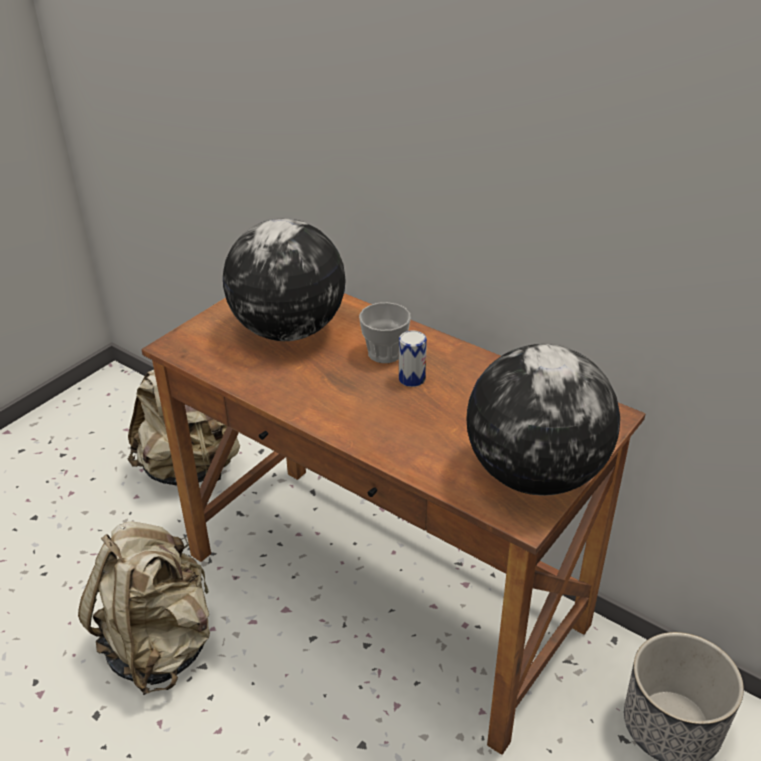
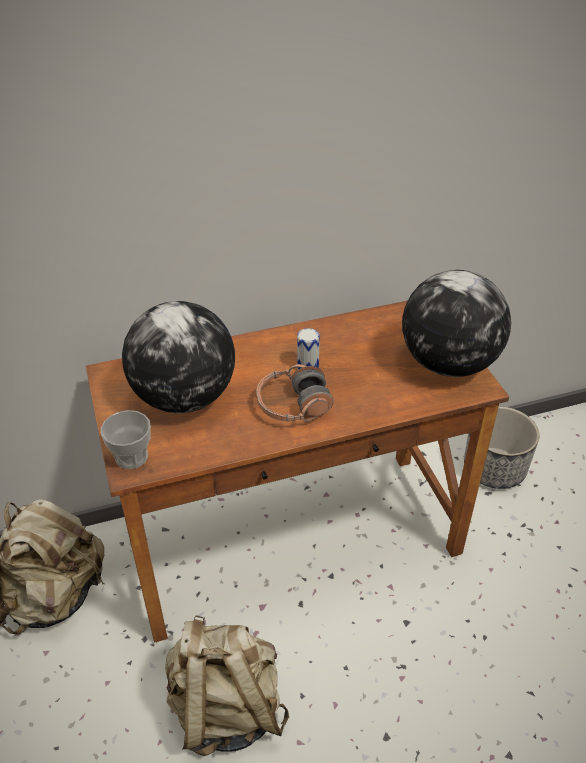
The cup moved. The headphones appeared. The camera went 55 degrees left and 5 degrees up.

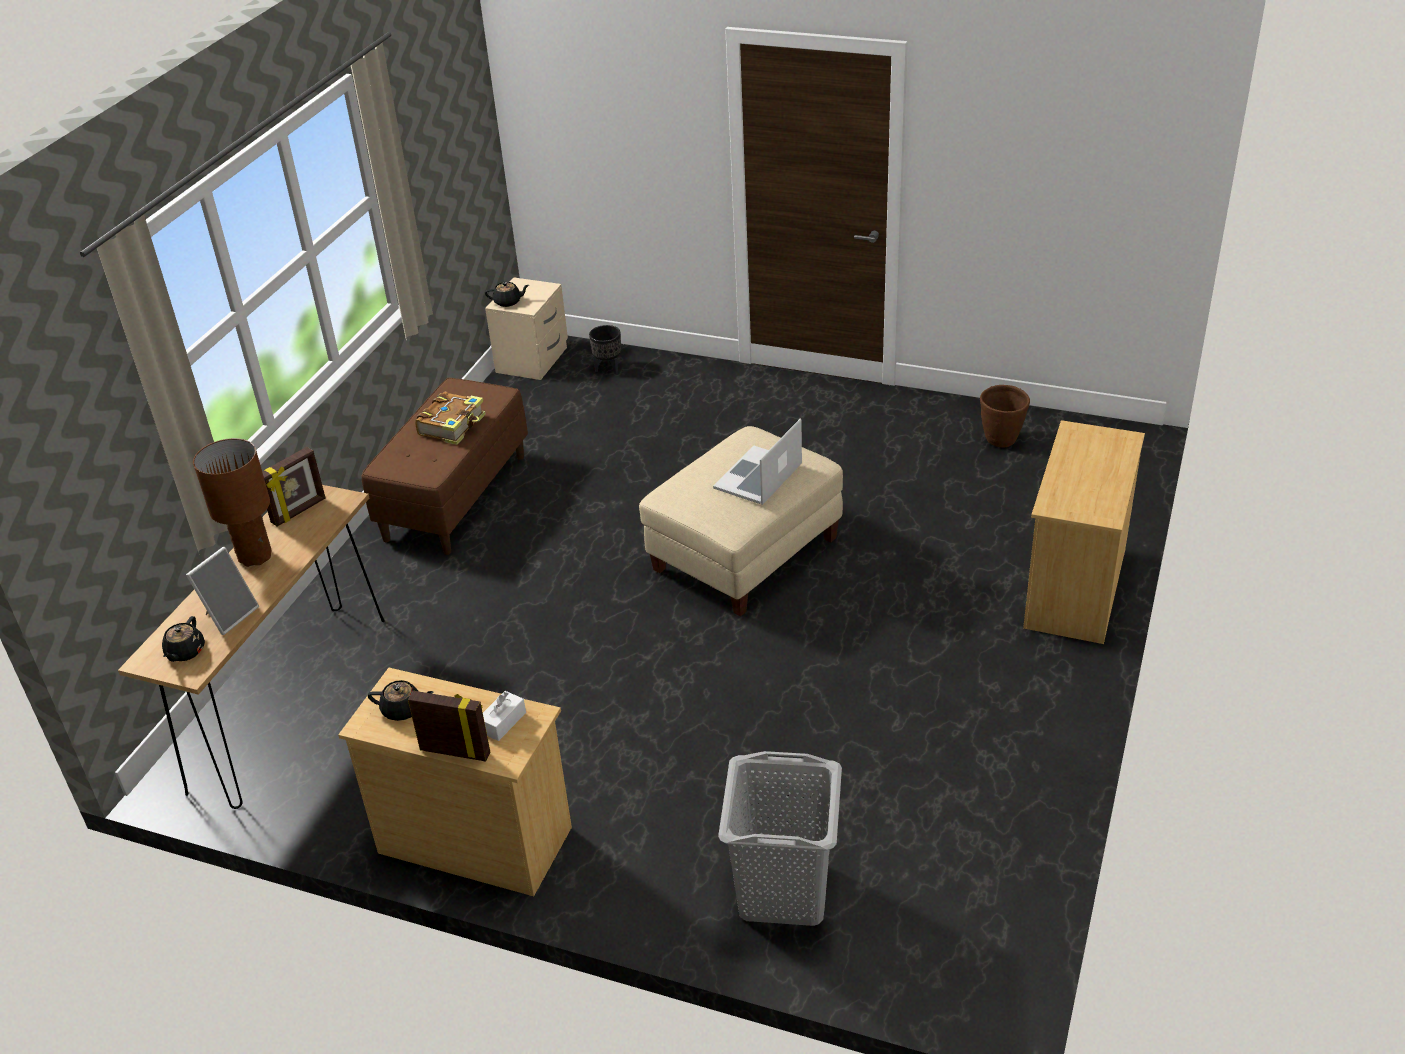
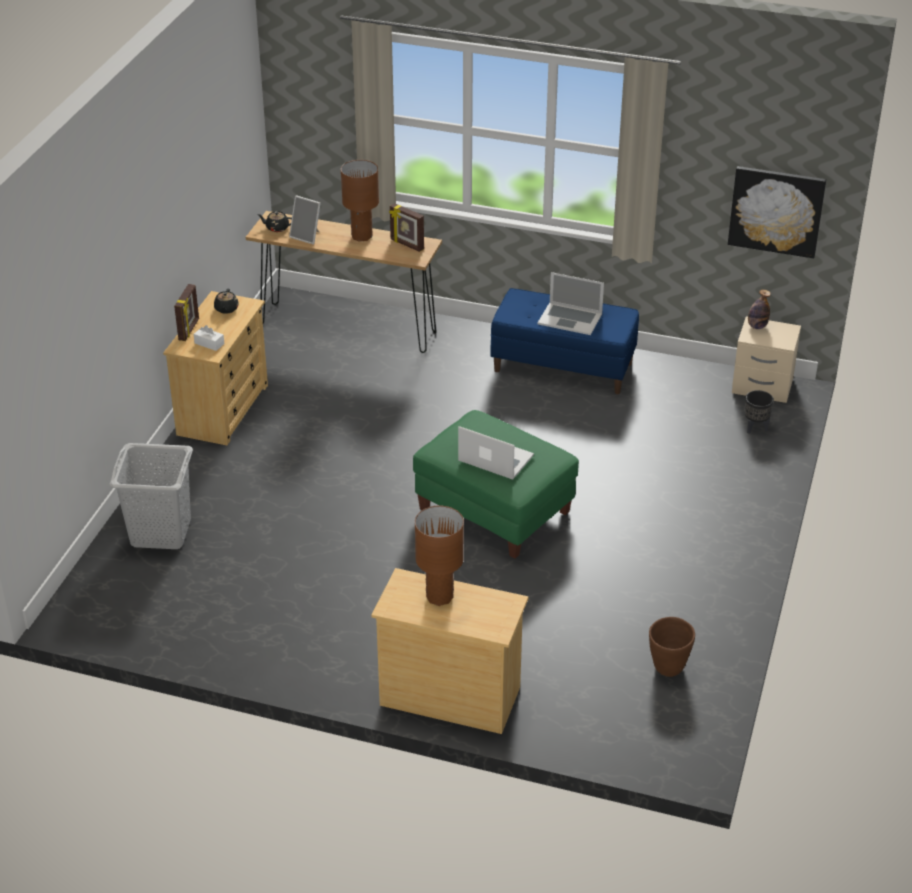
The black teapot (3rd from left) was replaced by the bottle. The brown bench became the blue bench. The book was replaced by the laptop (2nd from left). The beige ottoman became the green ottoman. The picture appeared. The brown table lamp (2nd from left) appeared. The camera went 85 degrees right and 0 degrees up.

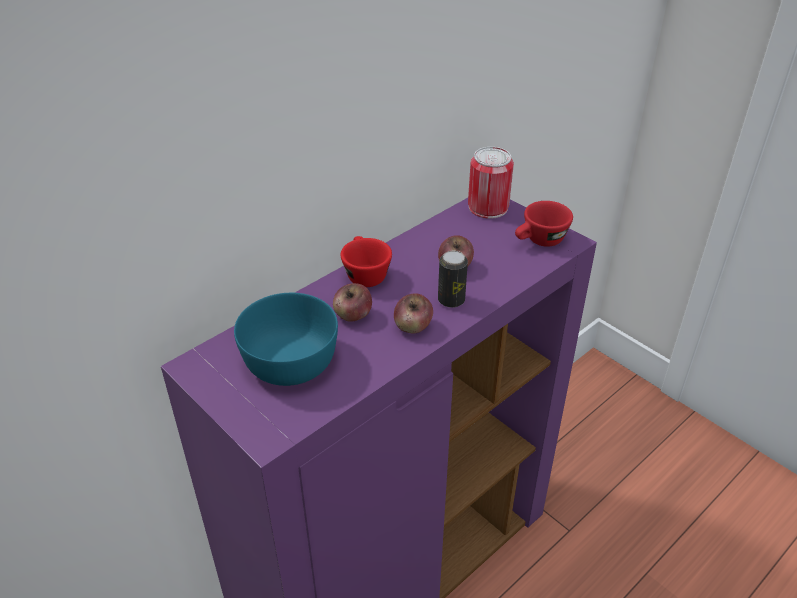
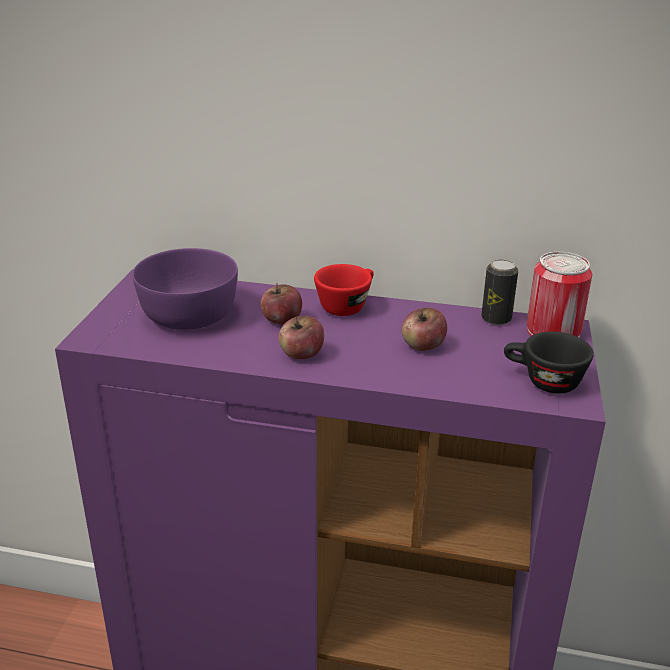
The red cup (2nd from left) became the black cup. The can (1st from left) moved. The turquoise bowl became the purple bowl. The camera went 55 degrees right and 10 degrees down.

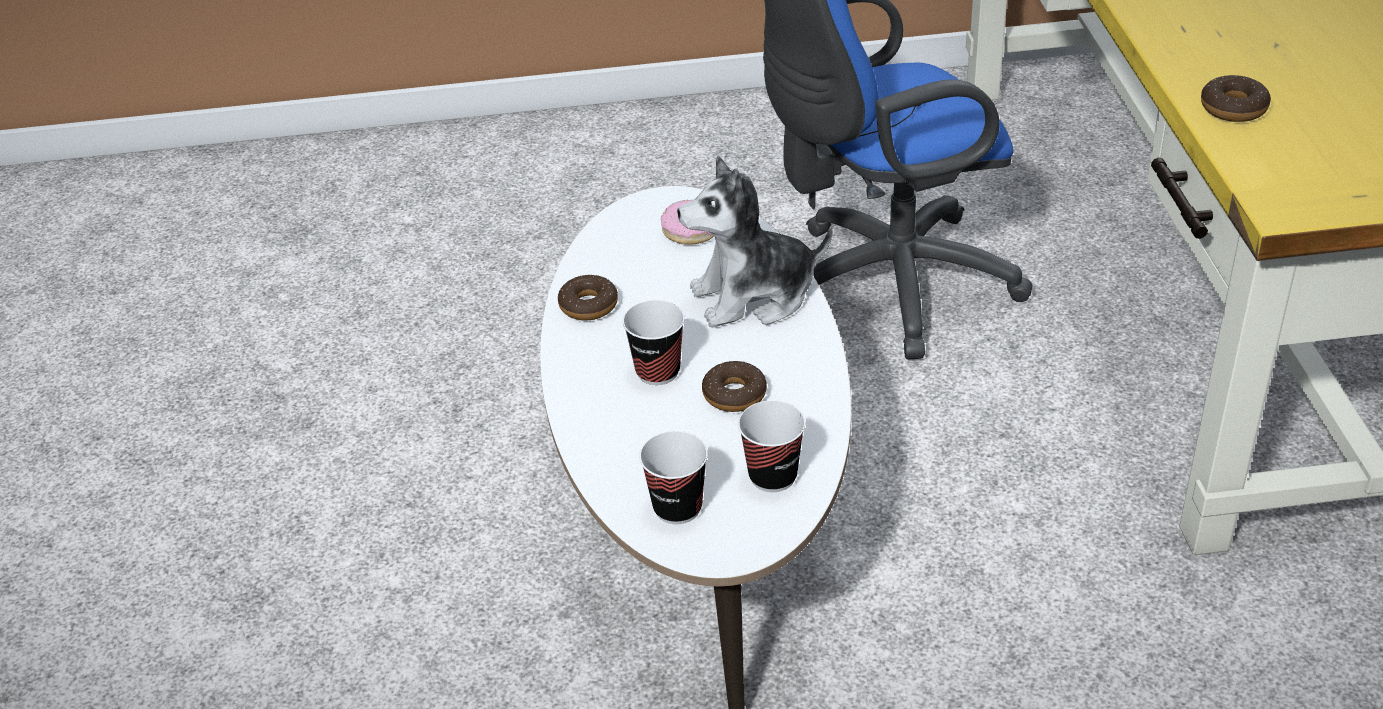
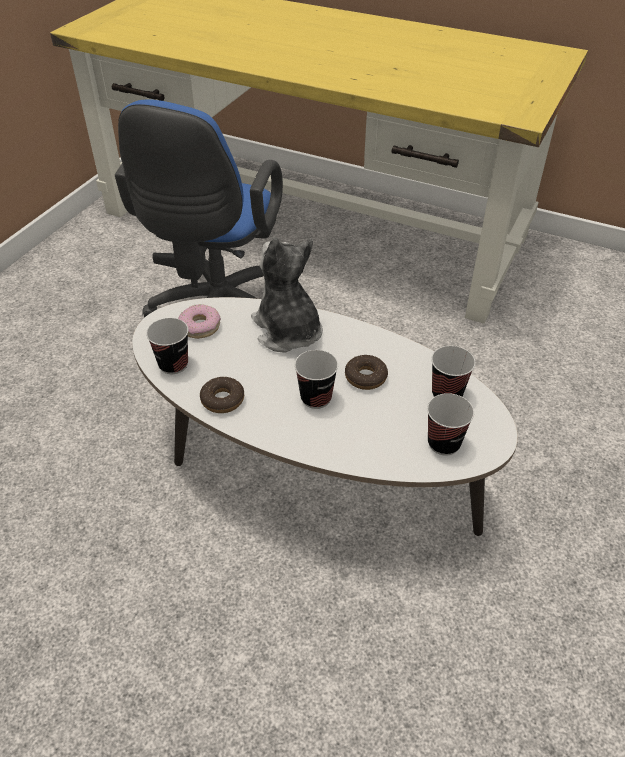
The donut (4th from left) disappeared. The plush toy turned 135 degrees clockwise. The cup (1st from left) appeared. The camera went 60 degrees left and 5 degrees up.

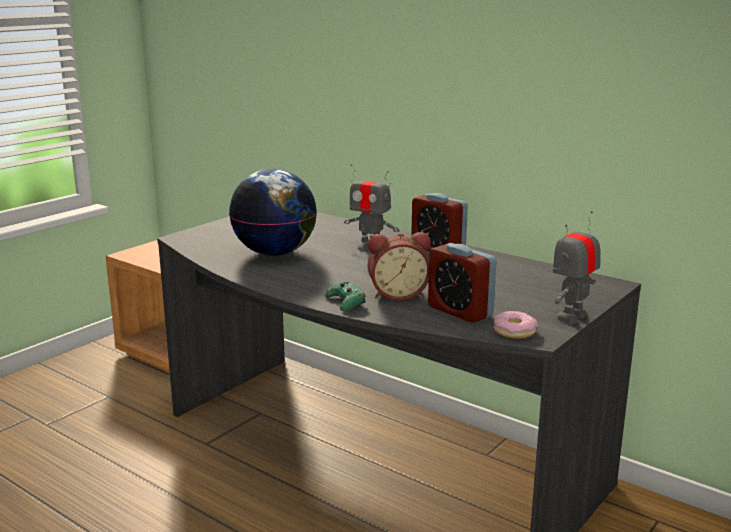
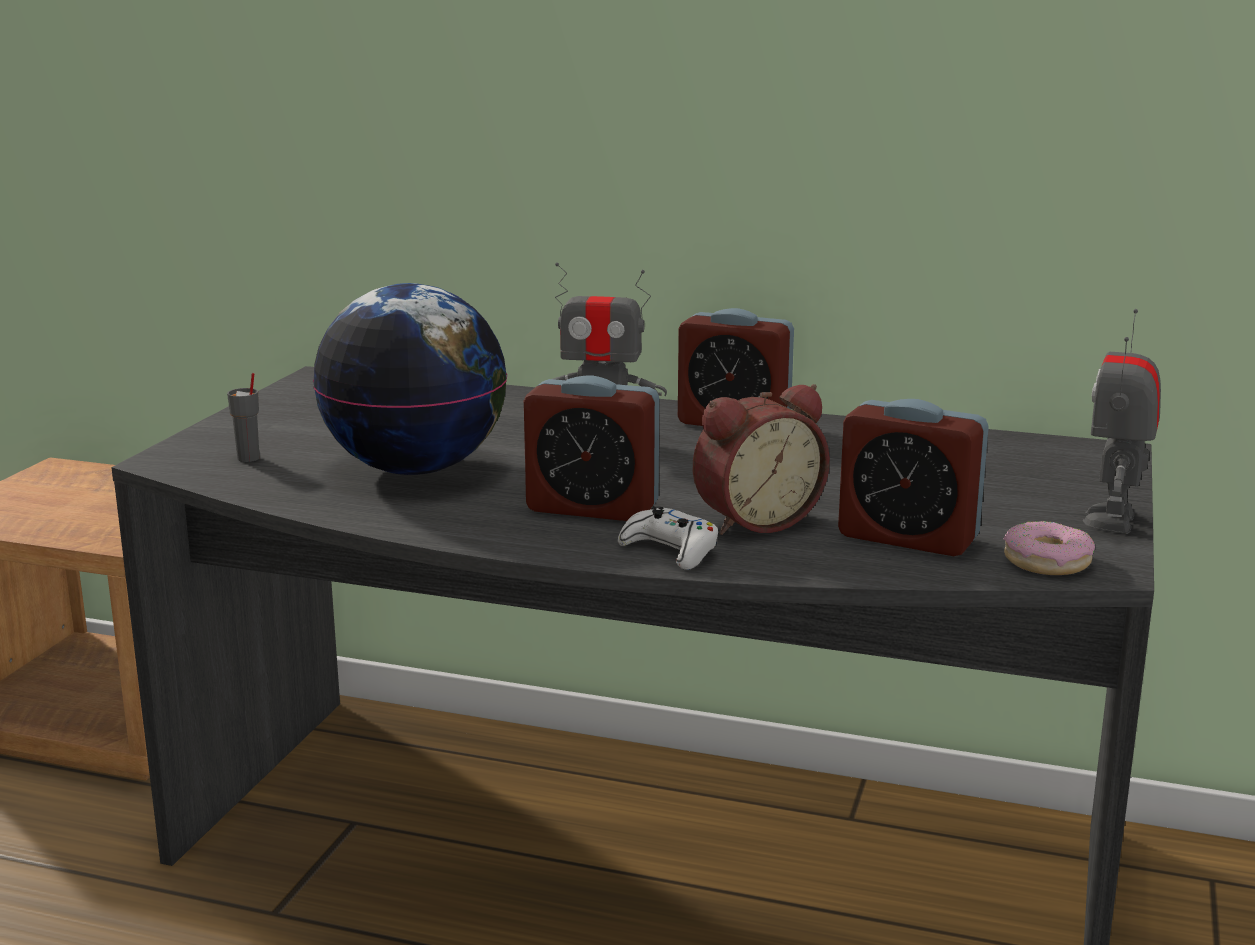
The green game controller became the white game controller. The grey cup appeared. The alarm clock (1st from left) appeared. The camera went 20 degrees left and 0 degrees up.

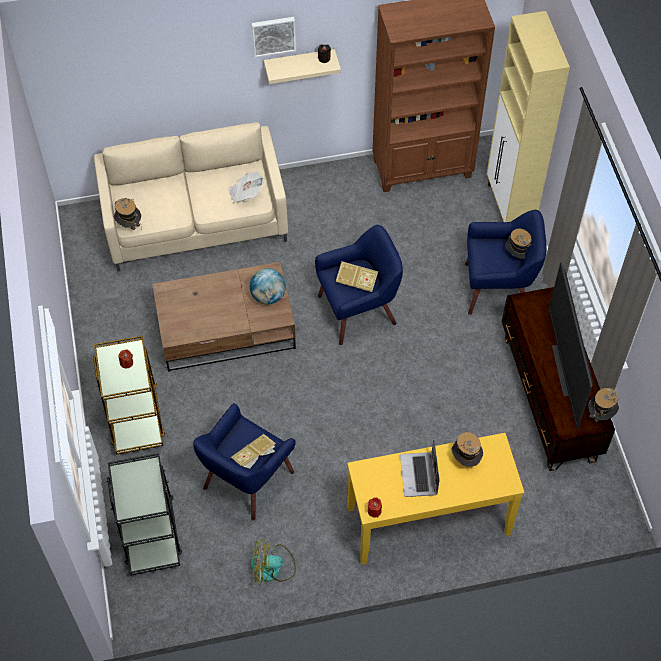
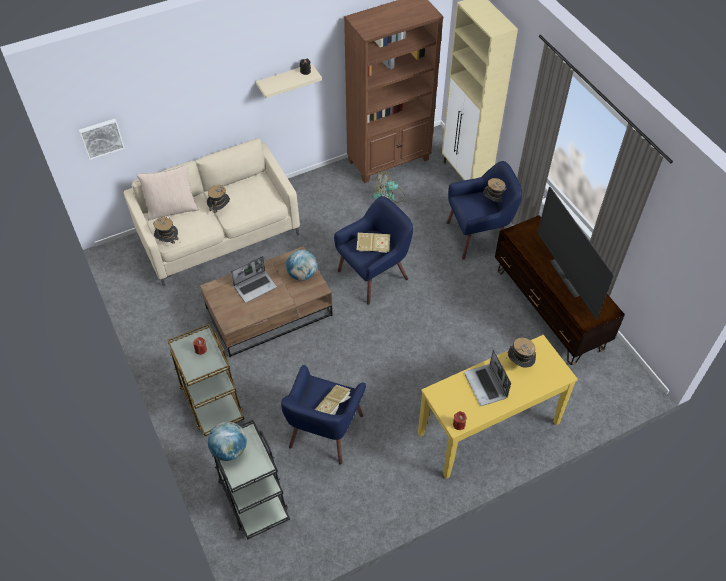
The picture moved. The newspaper disappeared. The hat (4th from left in the first image) moved. The fan moved. The beige pillow appeared. The laptop (1st from left) appeared. The globe (1st from left) appeared. The camera went 15 degrees left and 5 degrees down.

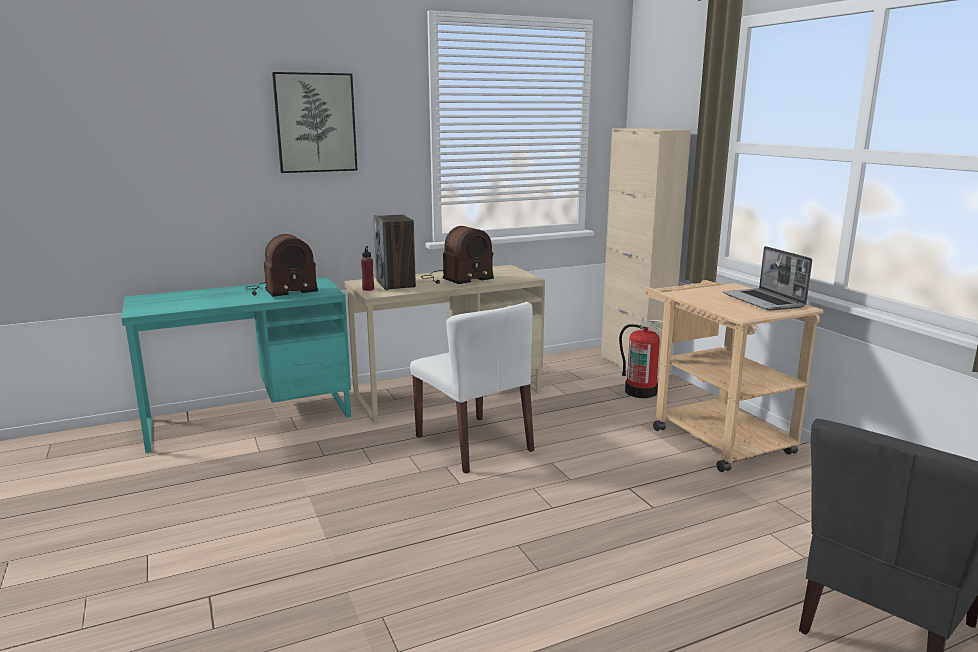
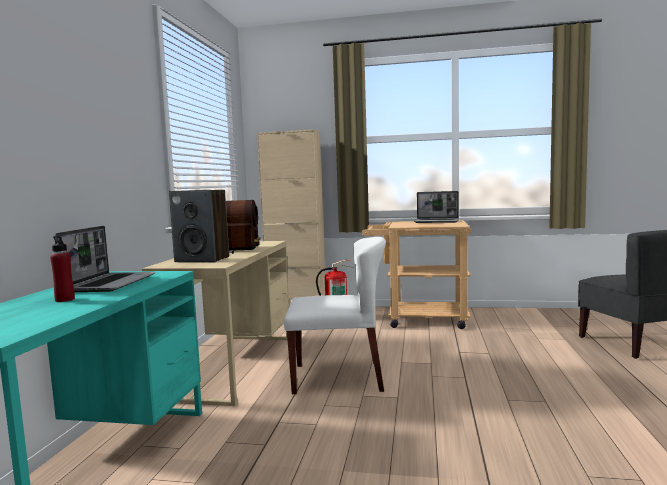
The picture disappeared. The radio (1st from left) was replaced by the laptop (1st from left). The red bottle moved. The camera went 55 degrees left and 10 degrees down.

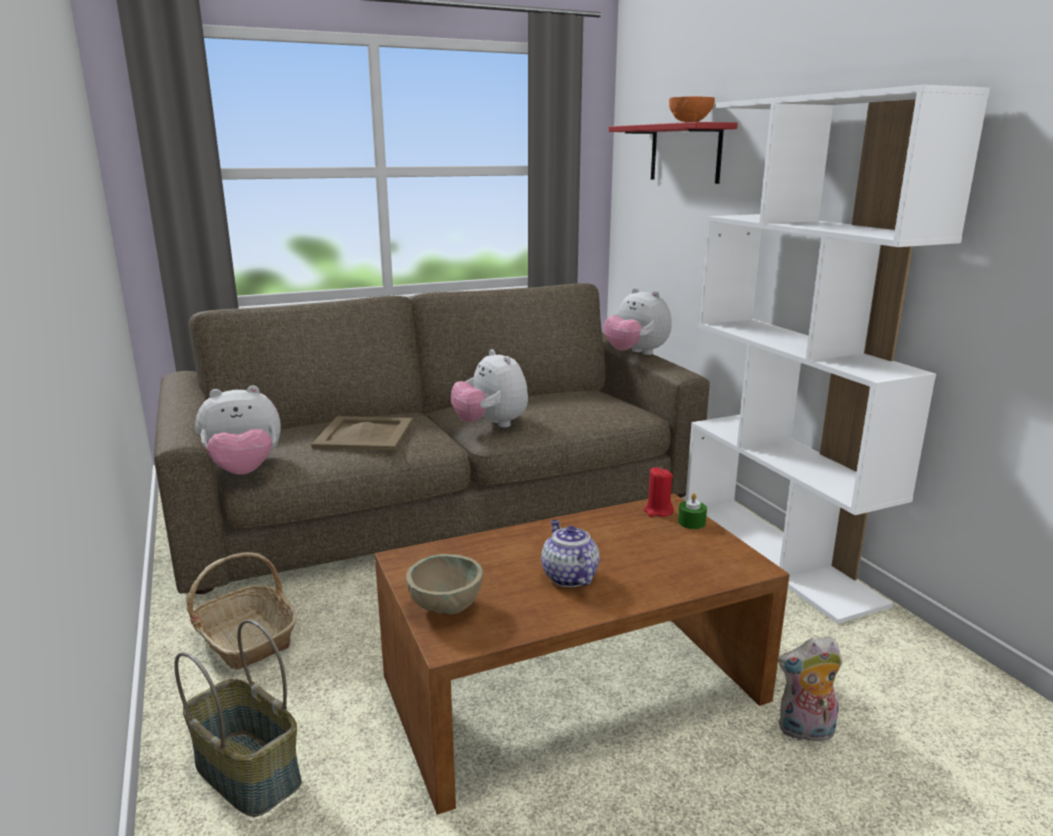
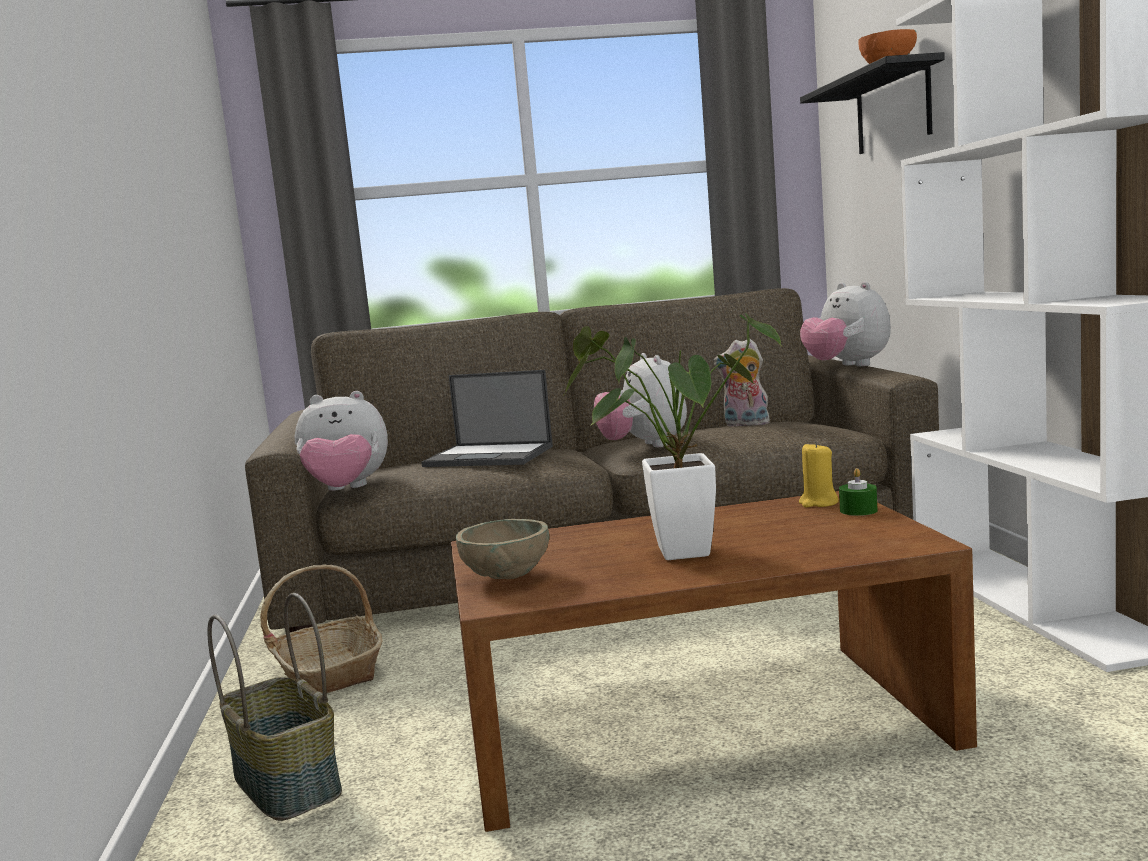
The red shelf became the black shelf. The beige tray was replaced by the laptop. The red candle became the yellow candle. The teapot was replaced by the potted plant. The plush toy (4th from left in the first image) moved. The camera went 15 degrees right and 10 degrees down.

